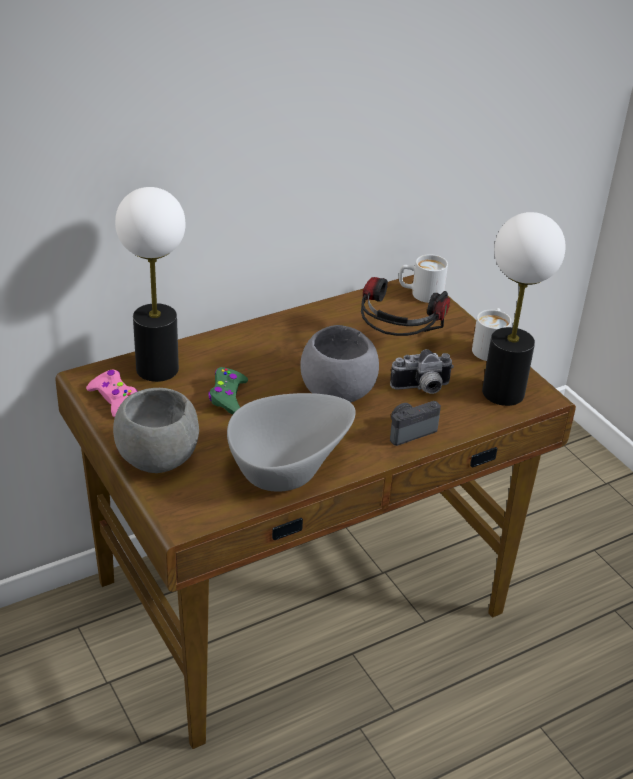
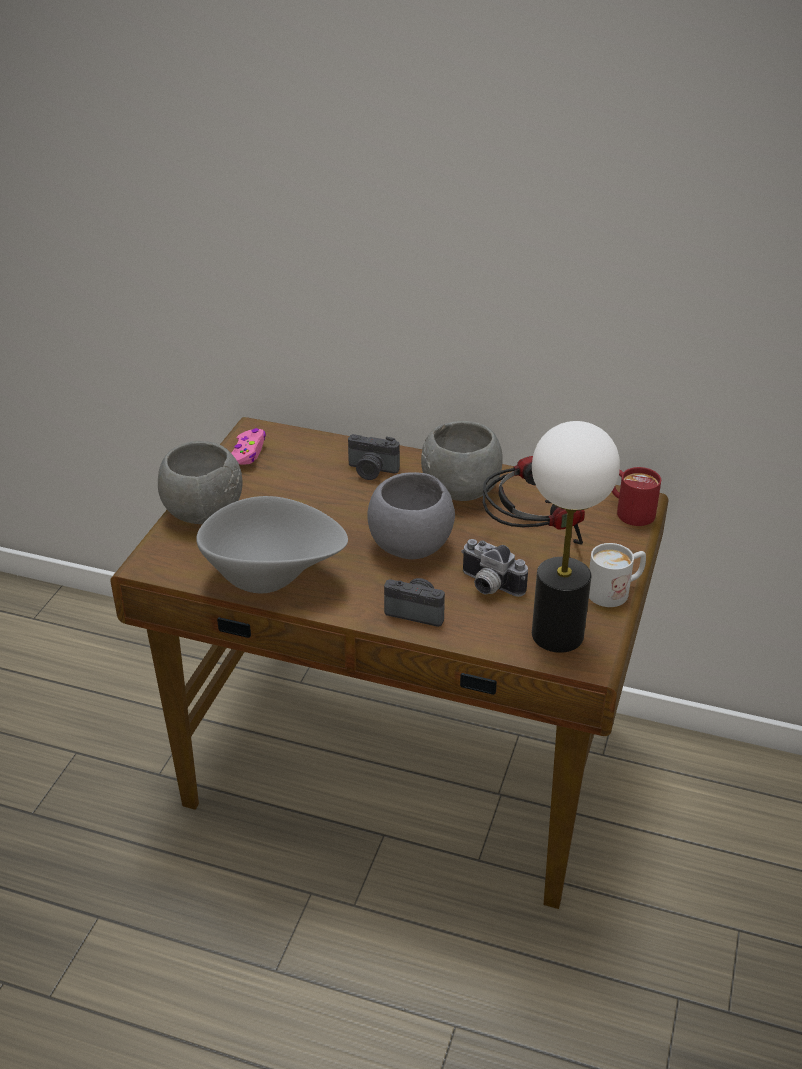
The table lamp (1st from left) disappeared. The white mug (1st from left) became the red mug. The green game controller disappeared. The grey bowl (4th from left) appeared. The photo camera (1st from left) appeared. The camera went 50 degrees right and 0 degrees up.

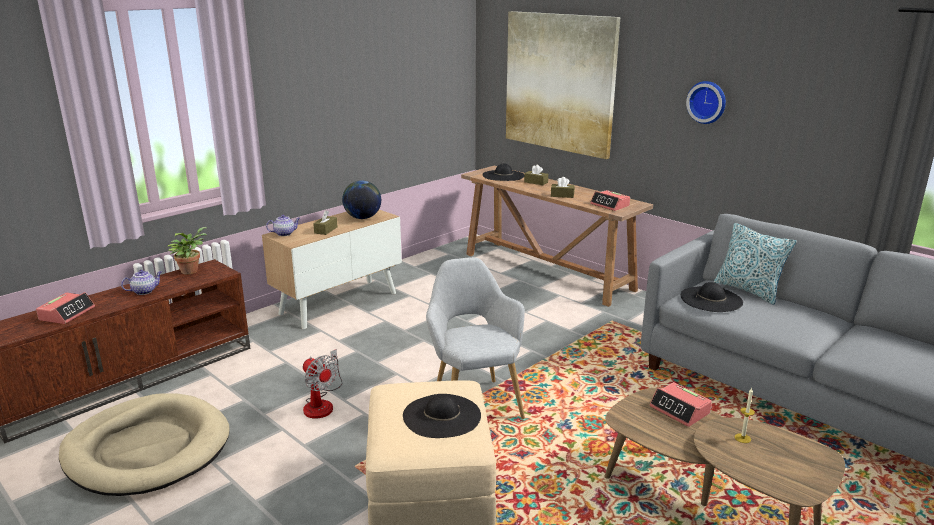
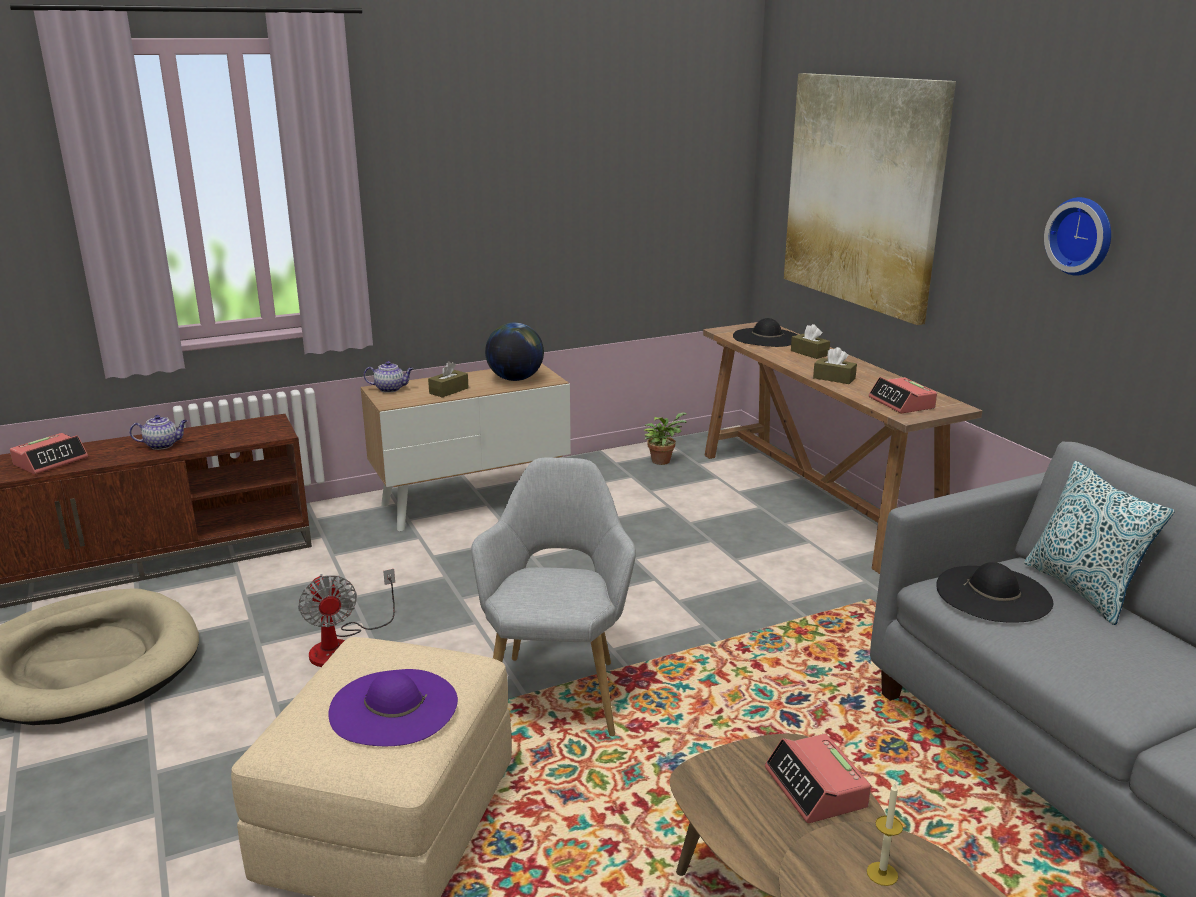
The potted plant moved. The black hat (1st from left) became the purple hat. The camera went 20 degrees right and 0 degrees up.

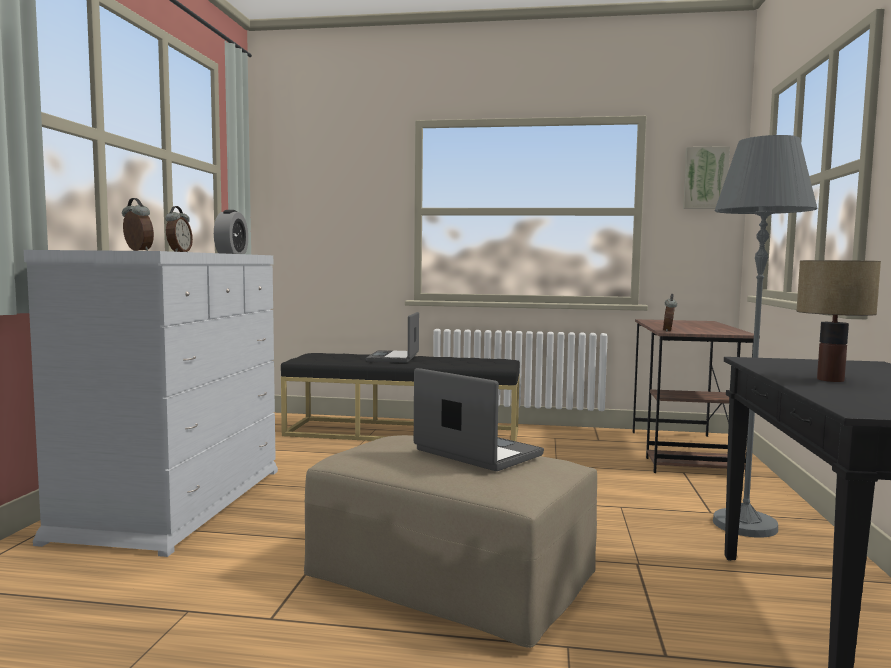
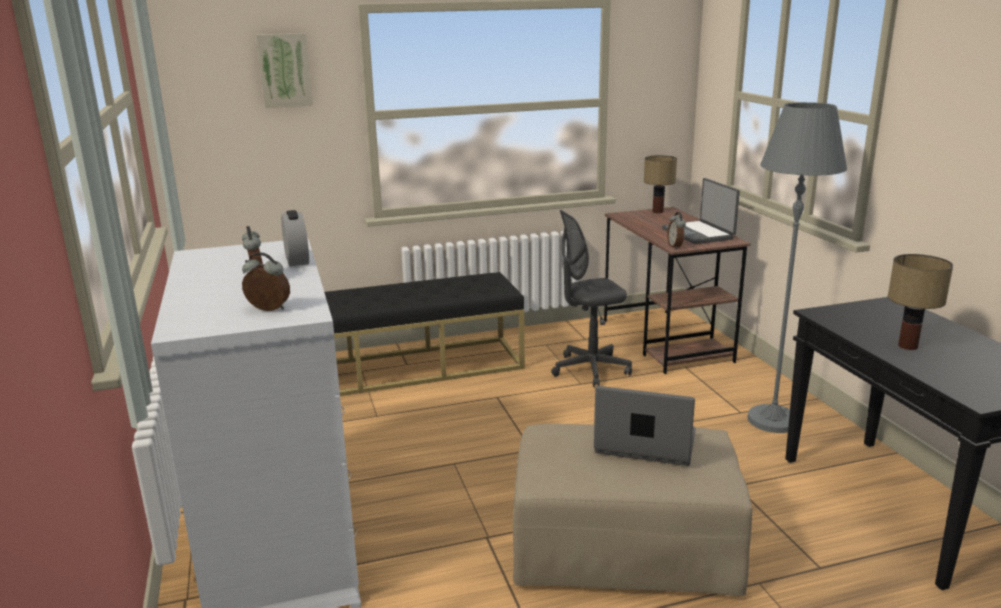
The picture moved. The laptop (1st from left in the first image) moved. The table lamp (1st from left) appeared. The grey office chair appeared. The camera went 25 degrees left and 15 degrees up.

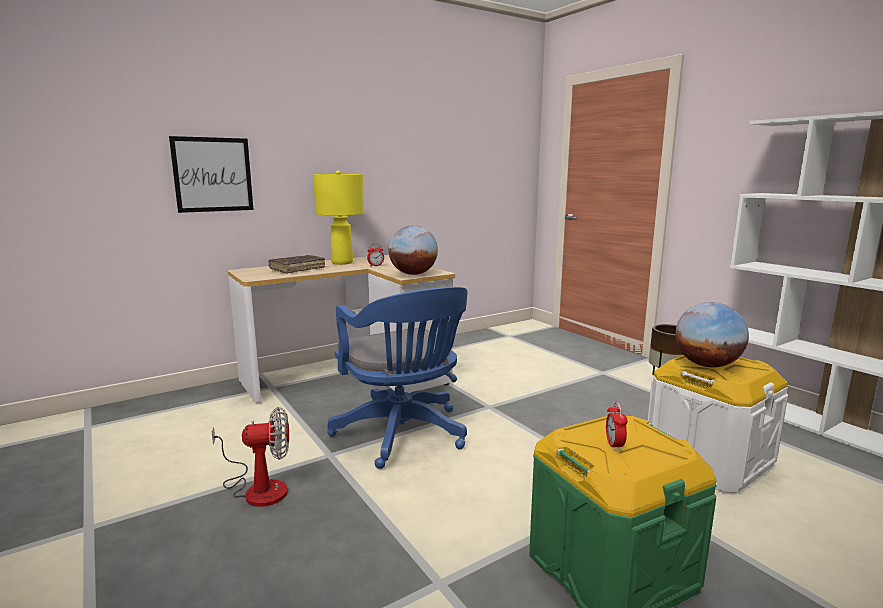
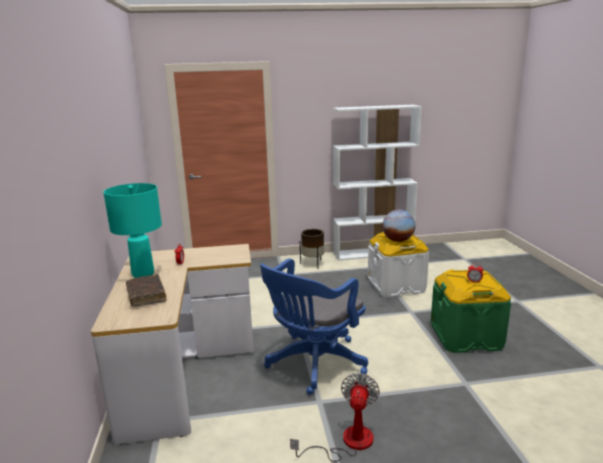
The picture disappeared. The yellow table lamp became the turquoise table lamp. The globe (1st from left) disappeared. The blue office chair turned 135 degrees clockwise. The camera went 65 degrees left and 5 degrees up.

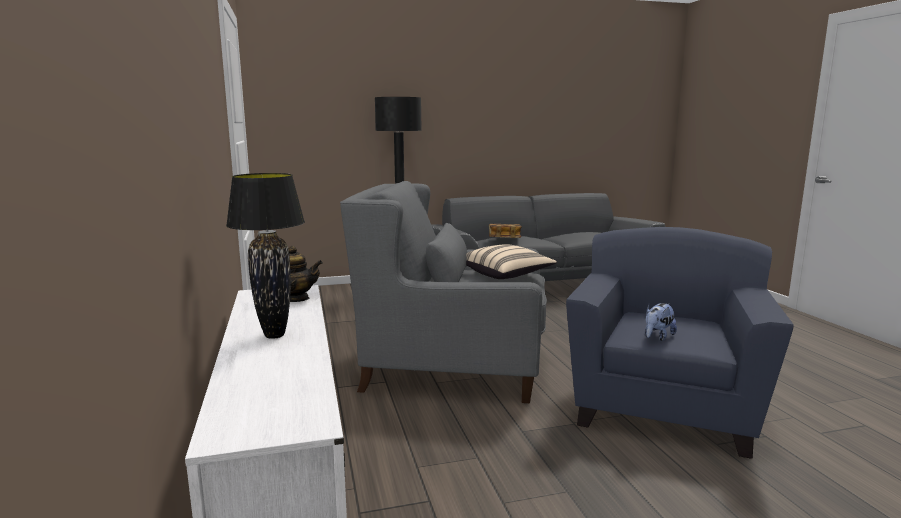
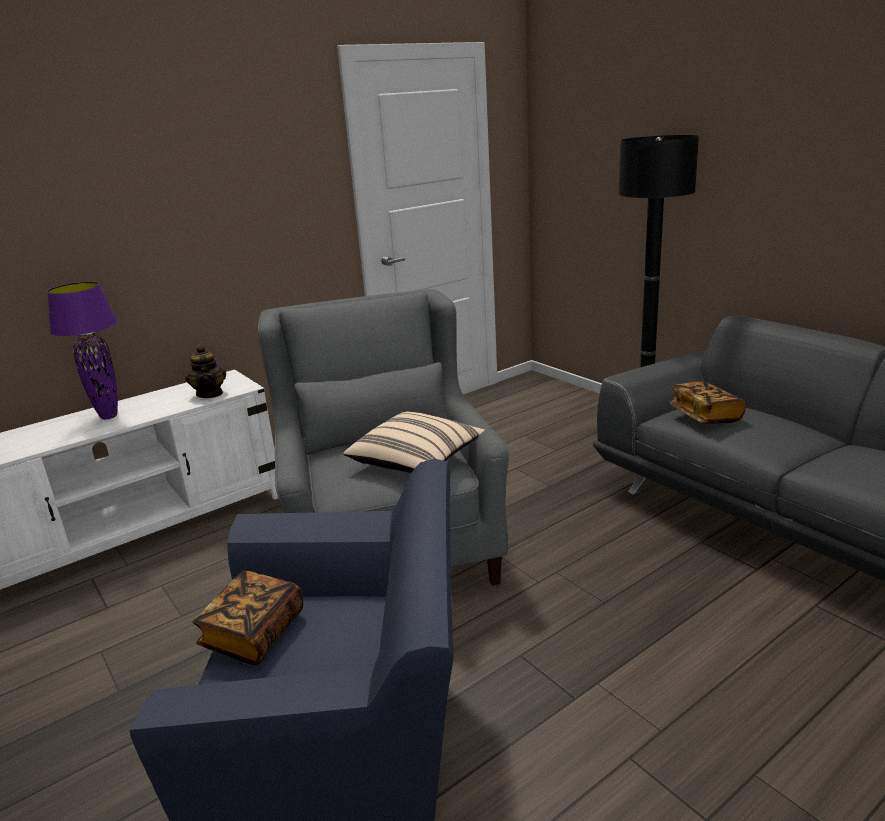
The black table lamp became the purple table lamp. The plush toy was replaced by the book (1st from left). The camera went 70 degrees right and 10 degrees up.

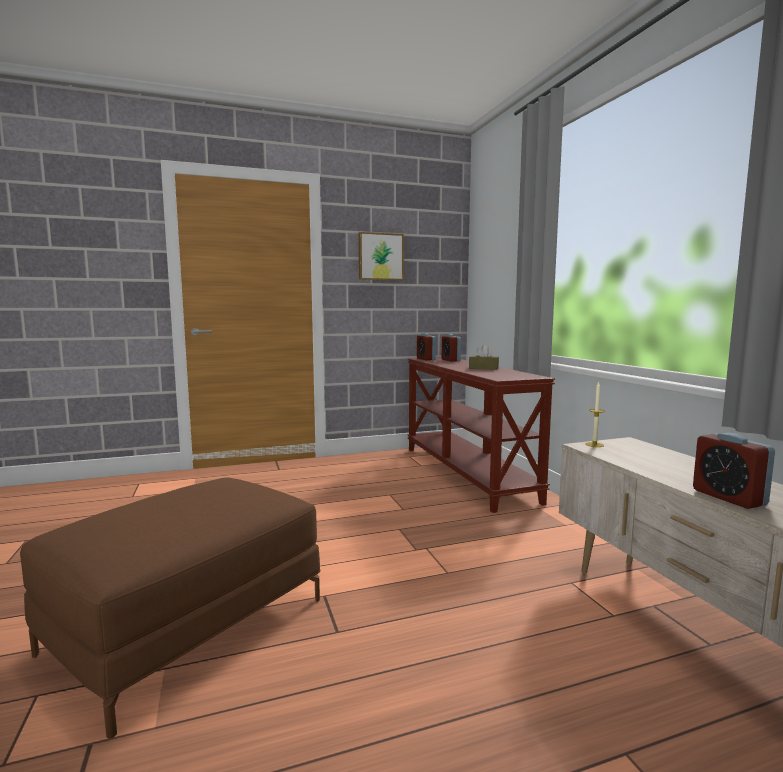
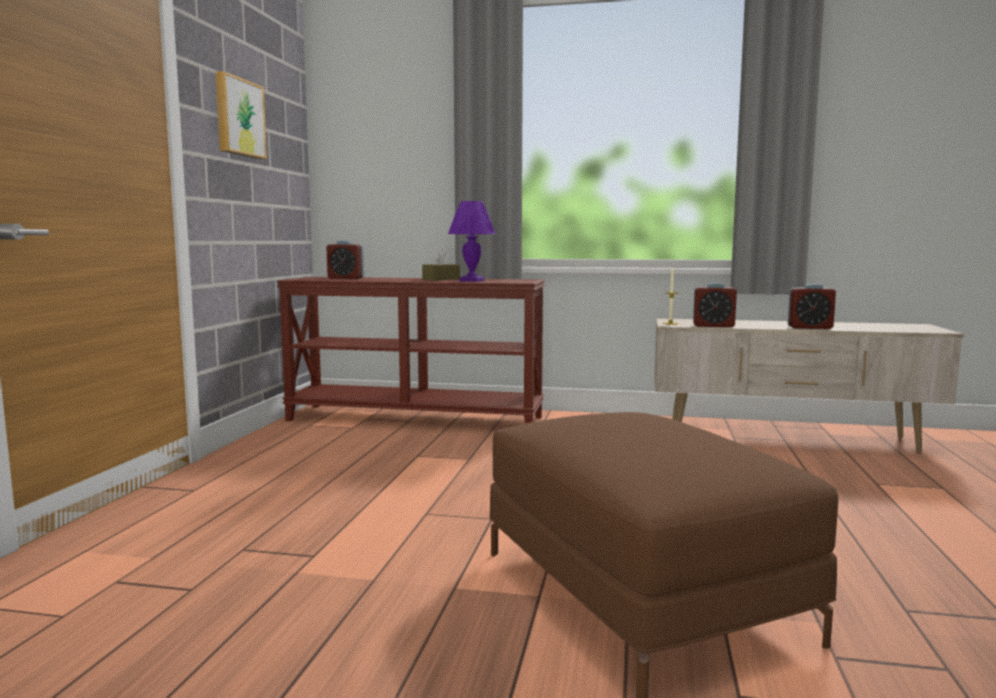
The alarm clock (1st from left in the first image) moved. The purple table lamp appeared. The camera went 60 degrees left and 0 degrees up.

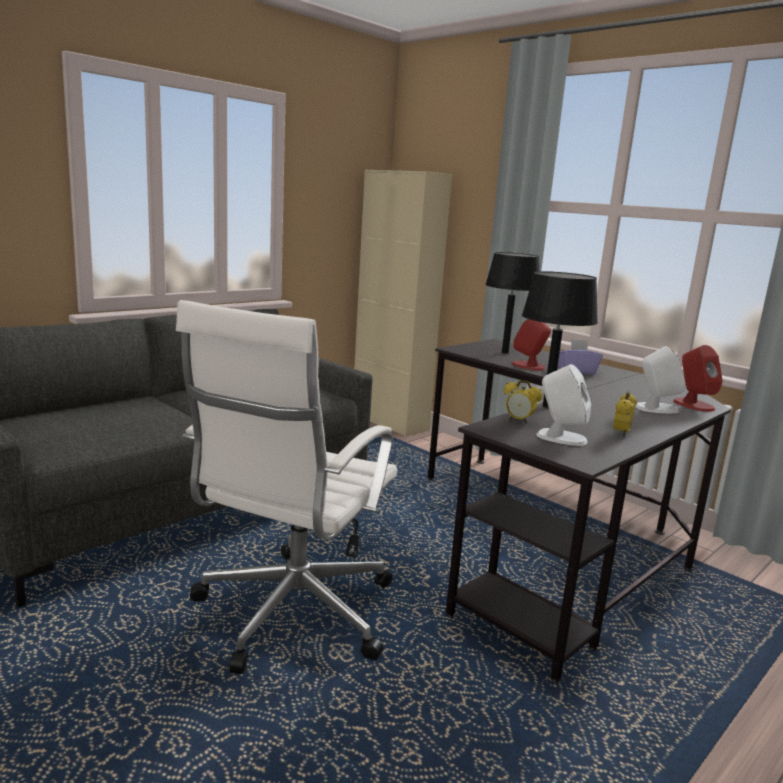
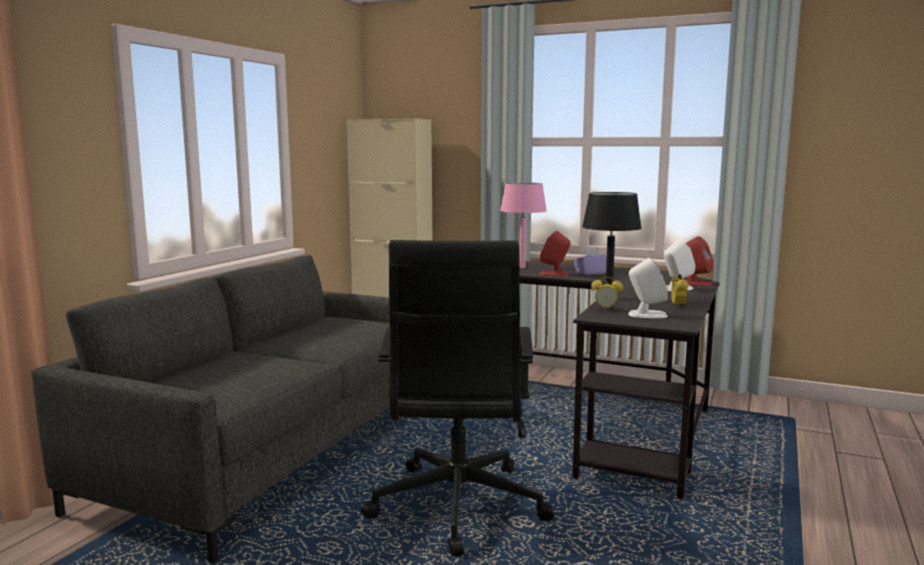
The black table lamp (1st from left) became the pink table lamp. The white office chair became the black office chair. The camera went 20 degrees left and 5 degrees down.

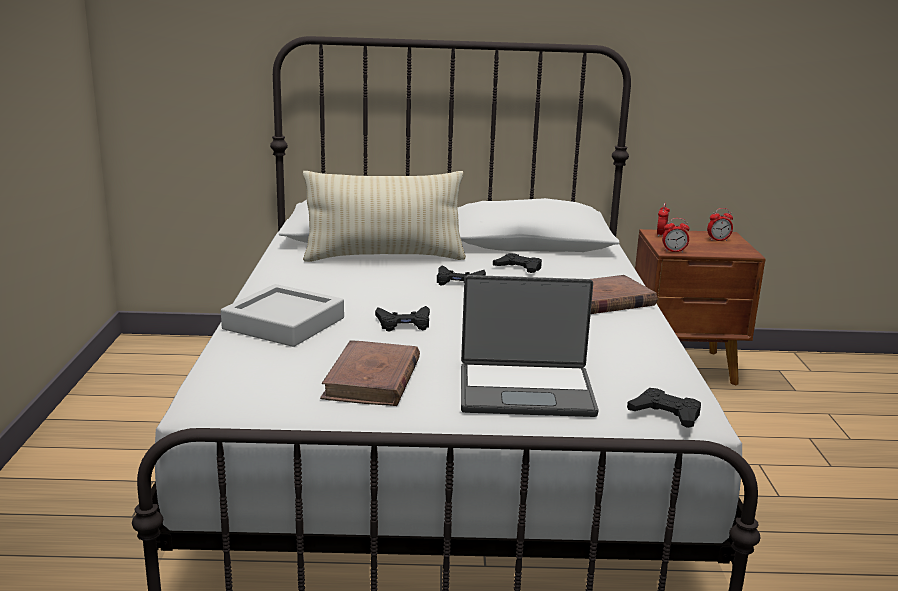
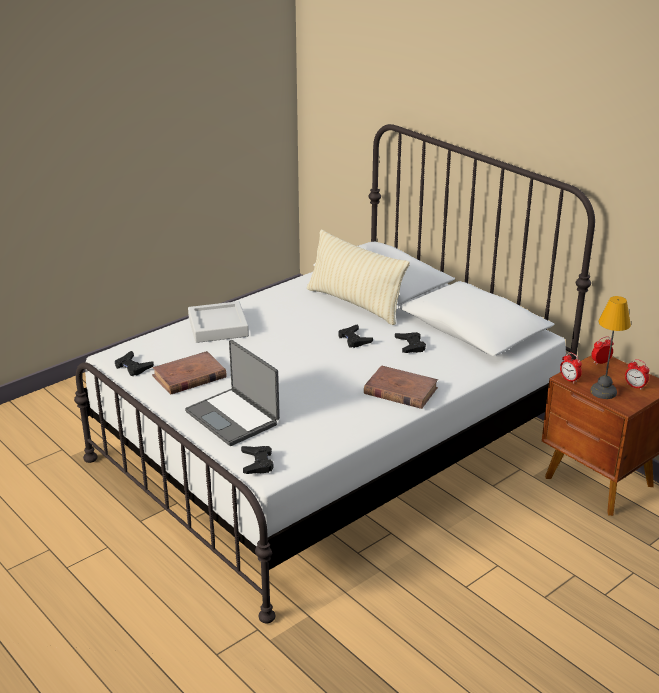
The black game controller (1st from left) moved. The table lamp appeared. The camera went 50 degrees right and 10 degrees up.

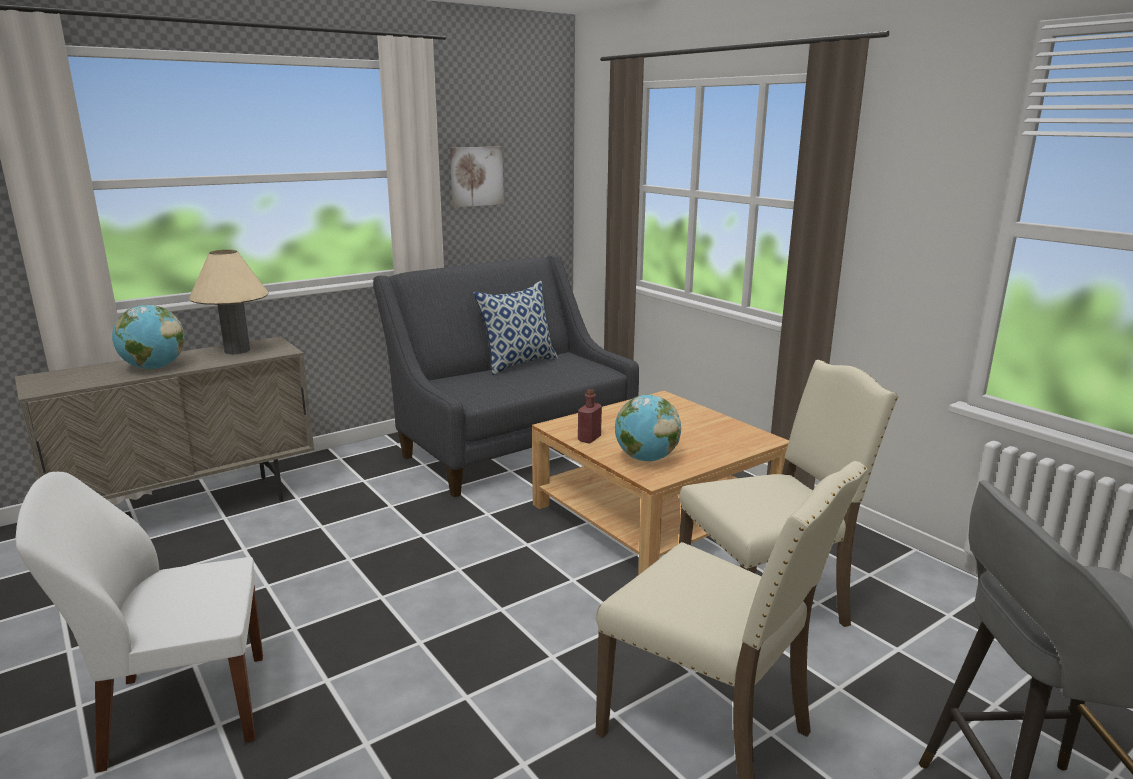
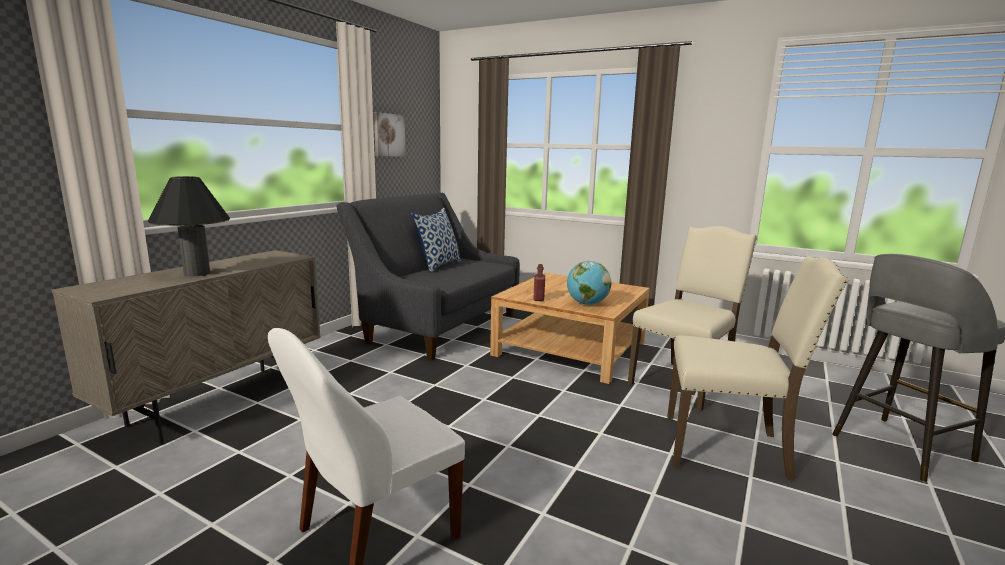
The beige table lamp disappeared. The globe (1st from left) was replaced by the black table lamp. The camera went 25 degrees left and 5 degrees down.

